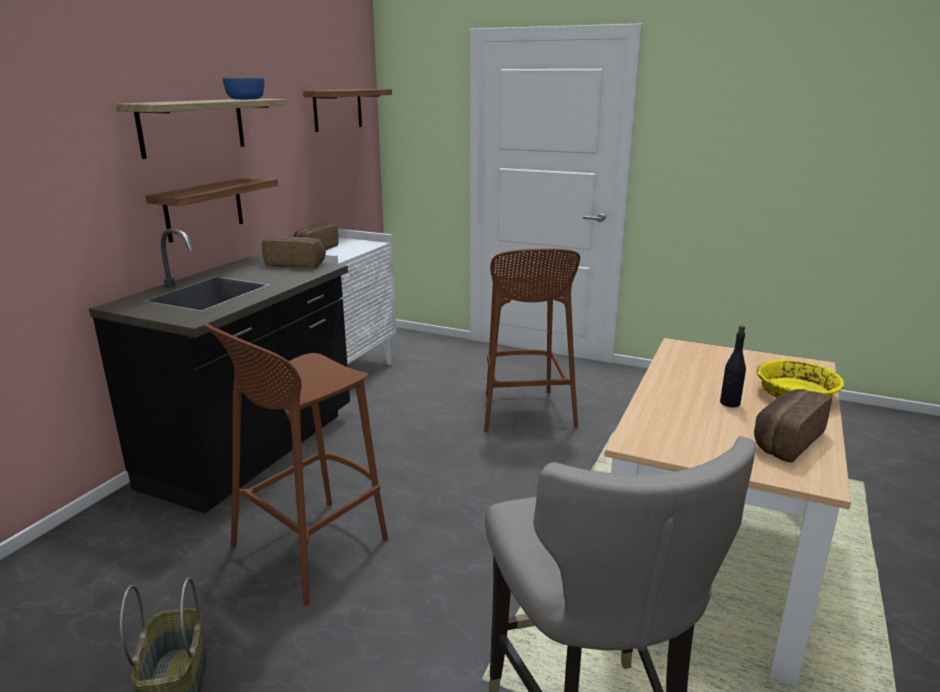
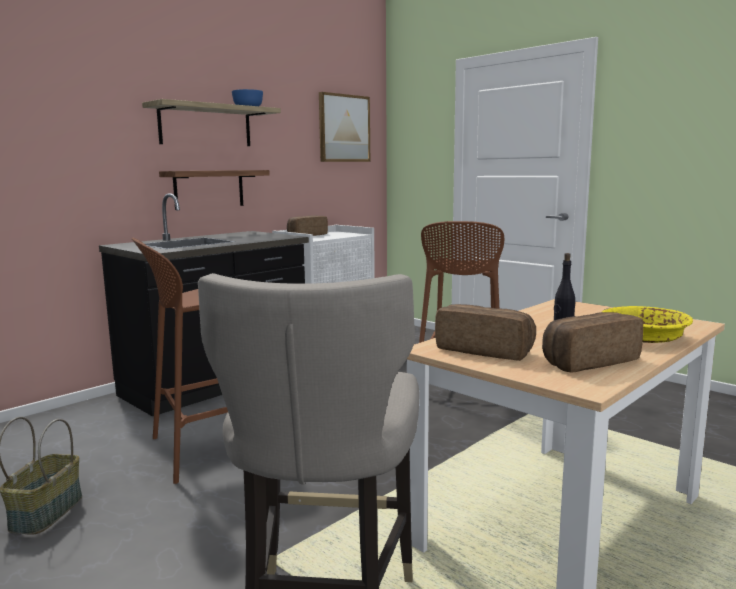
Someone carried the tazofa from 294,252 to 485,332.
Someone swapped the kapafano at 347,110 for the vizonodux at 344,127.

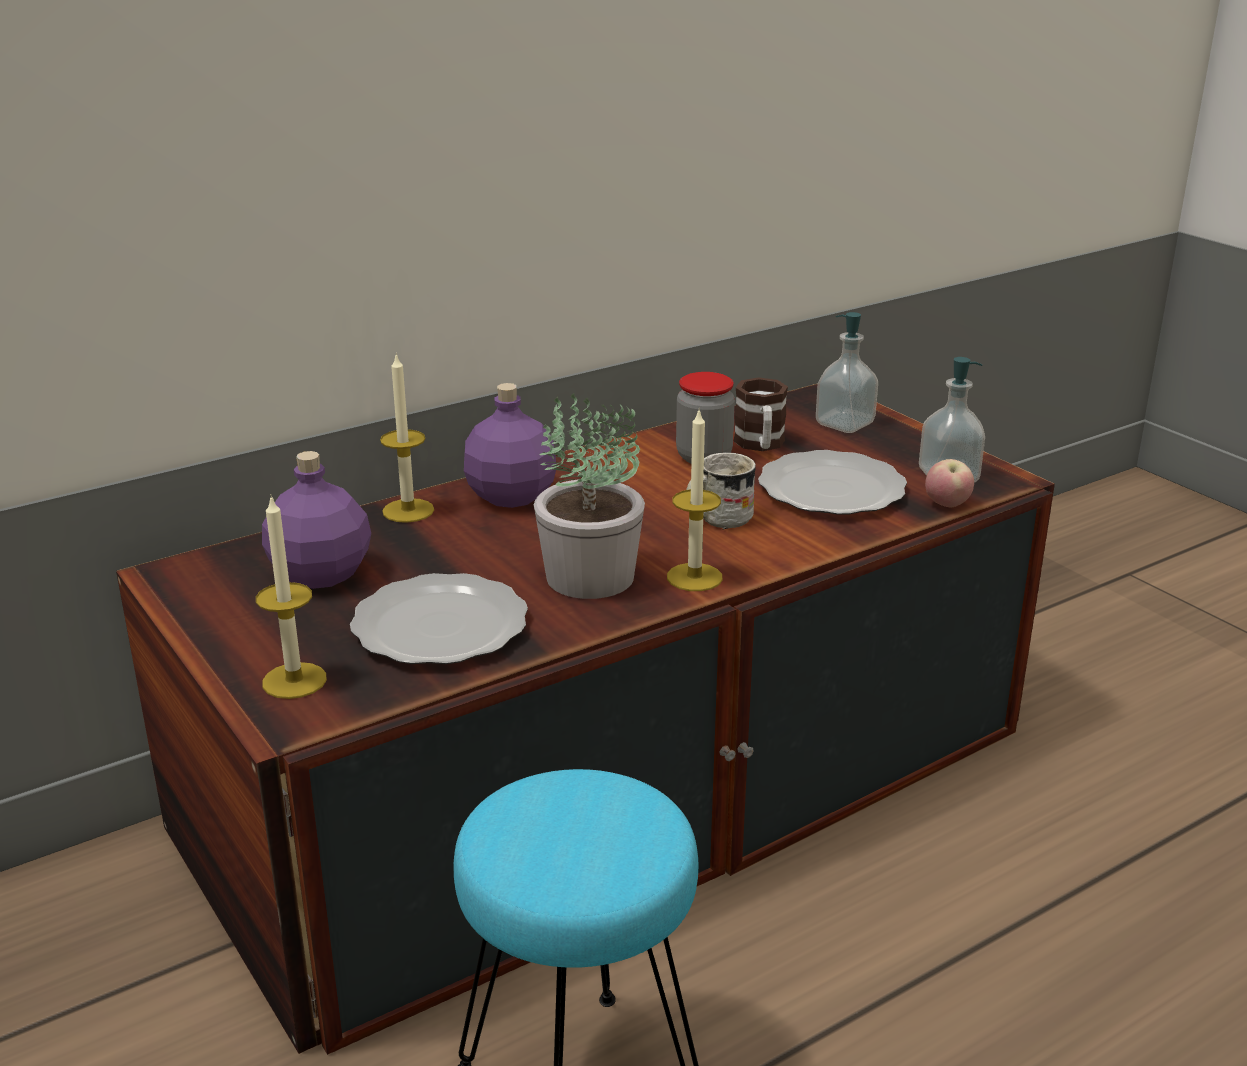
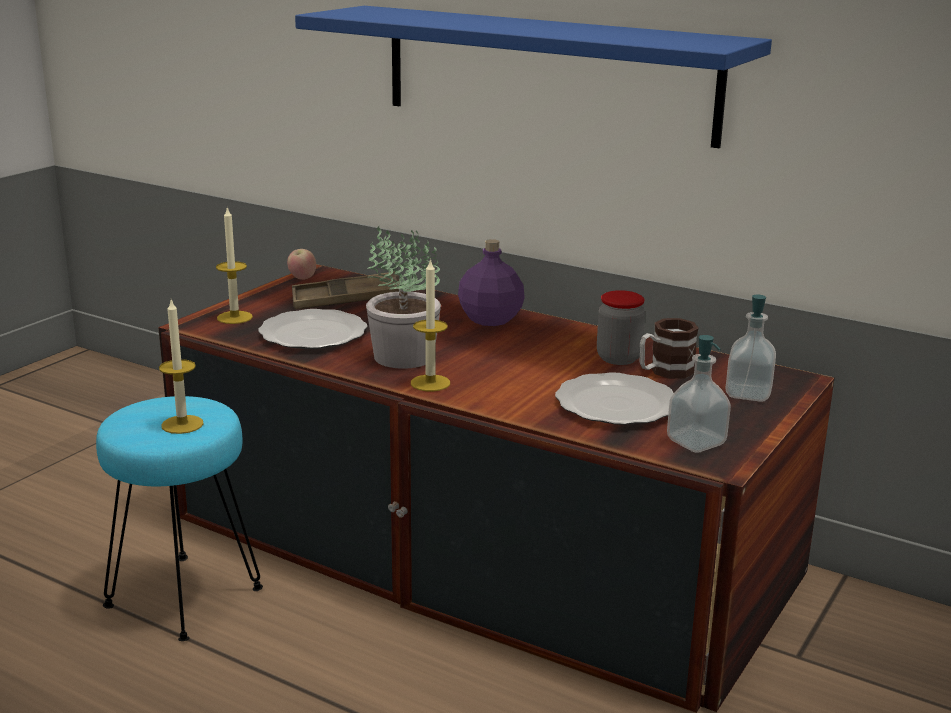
Someone took away the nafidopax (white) at 721,490.
Someone put up the kapafano (blue) at 533,77.
Someone carried the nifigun from 407,438 to 181,366.
Someone carried the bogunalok from 949,483 to 301,264.
Someone swapped the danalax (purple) at 316,520 for the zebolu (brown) at 346,290.

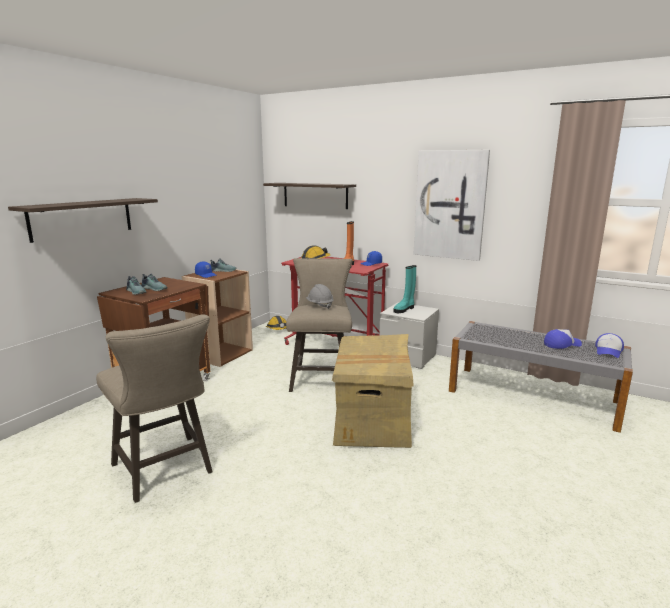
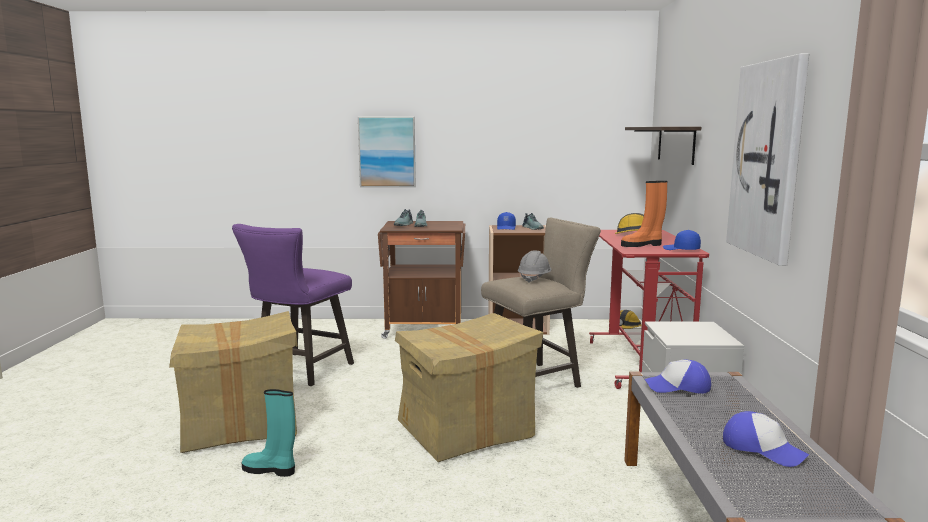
Someone put down the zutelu at 233,382.
Someone carried the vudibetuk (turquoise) from 405,289 to 268,433.
Someone carried the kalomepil from 609,345 to 677,377.
Someone swapped the kapafano at 83,220 for the vizonodux at 387,151.
Someone repainted the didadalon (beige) at 154,408, which became the didadalon (purple) at 293,305.

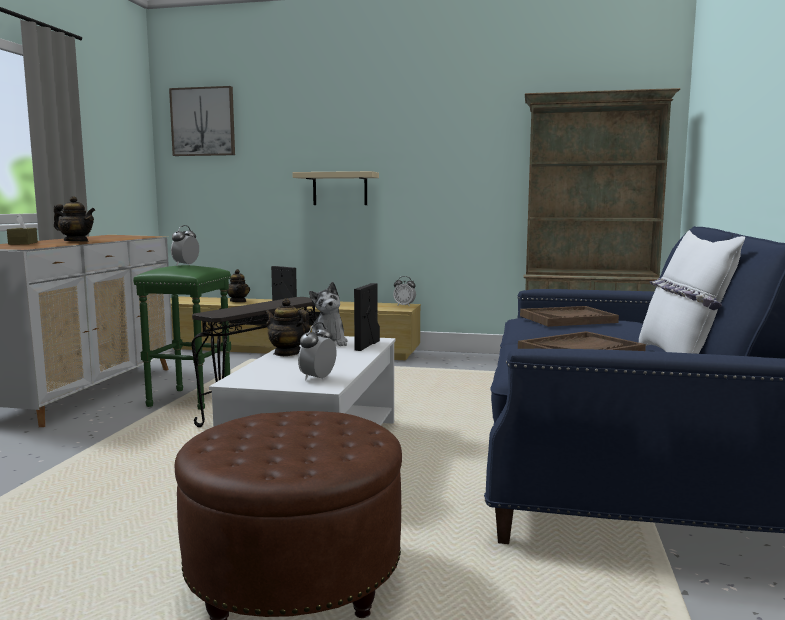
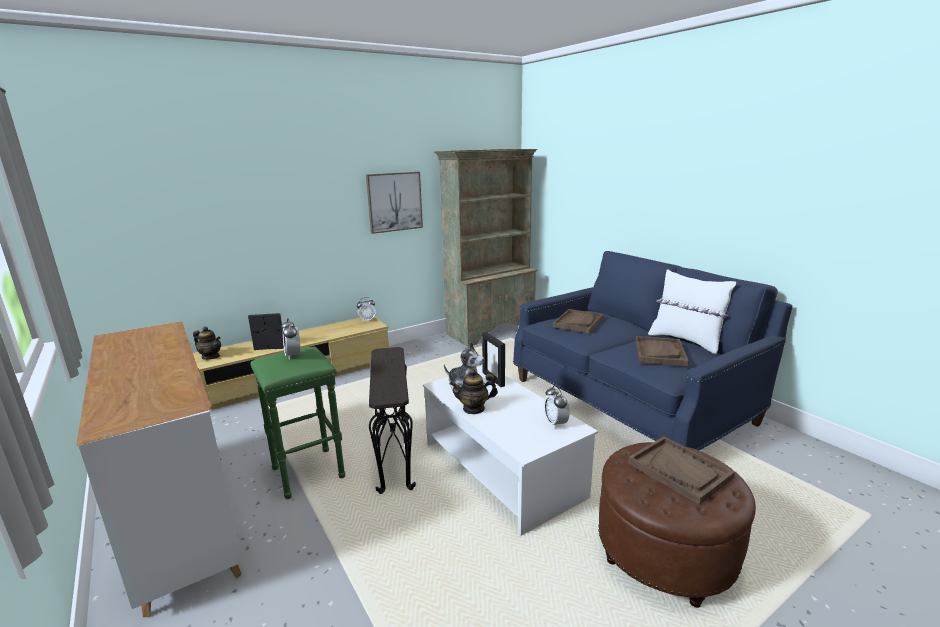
Someone took away the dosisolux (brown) at 22,229.
Someone took away the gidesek at 74,218.
Someone took away the kapafano (beige) at 335,188.
Someone put down the zebolu (brown) at 681,470.
Someone carried the vizonodux from 202,121 to 394,203.

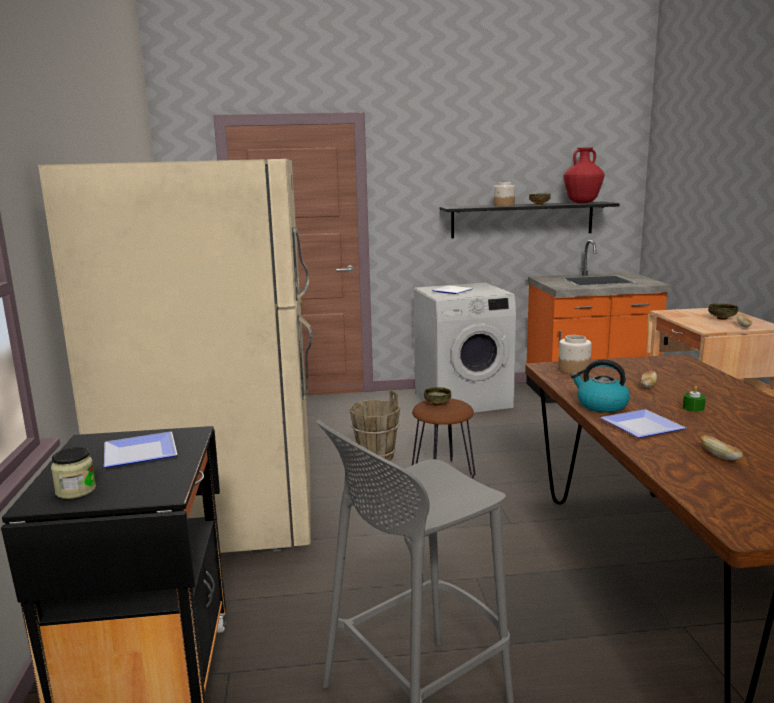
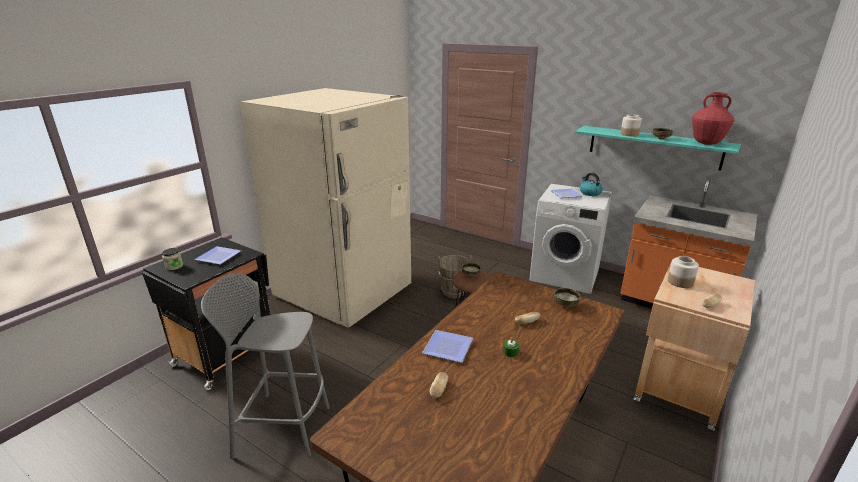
Someone carried the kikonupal from 575,354 to 683,272.
Someone carried the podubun from 600,386 to 591,184.
Someone carried the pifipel from 723,311 to 567,297.
Someone repainted the kapafano (black) at 530,220, which became the kapafano (turquoise) at 658,148.

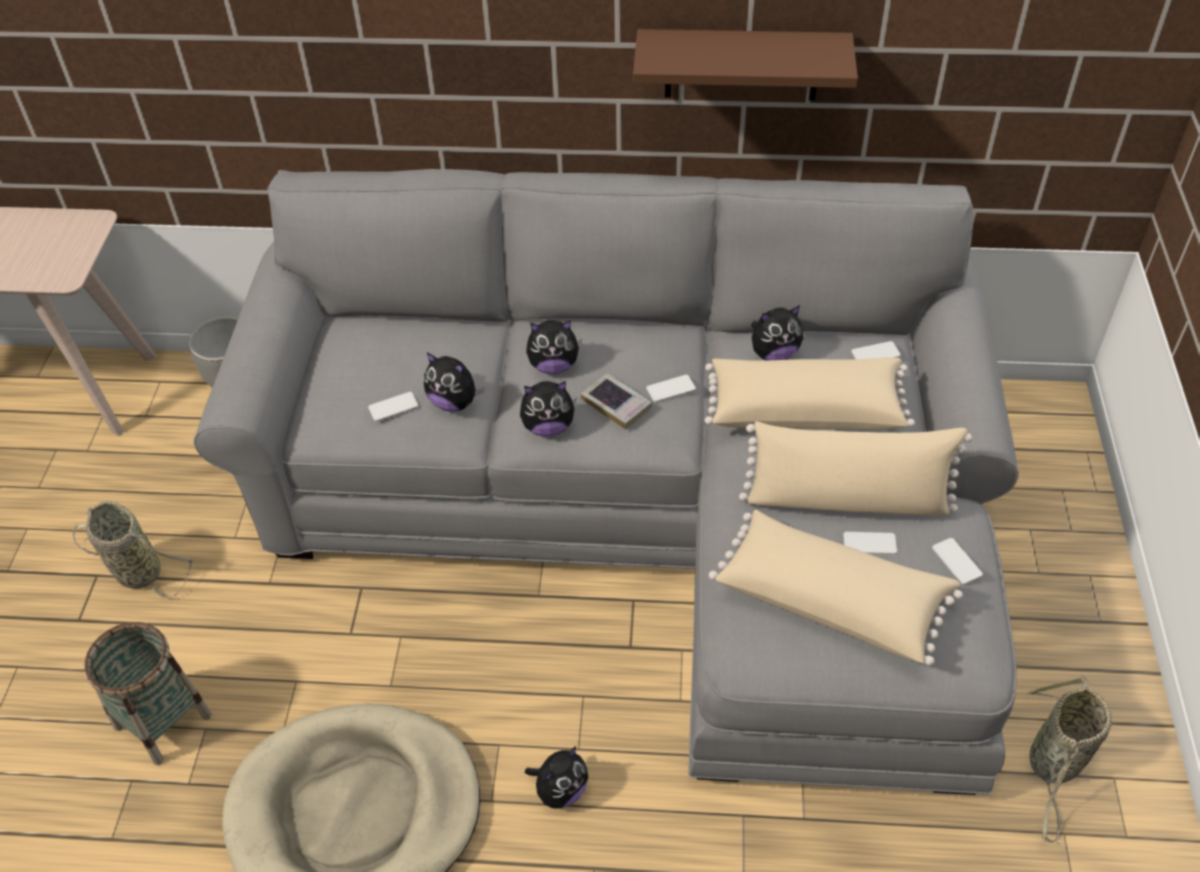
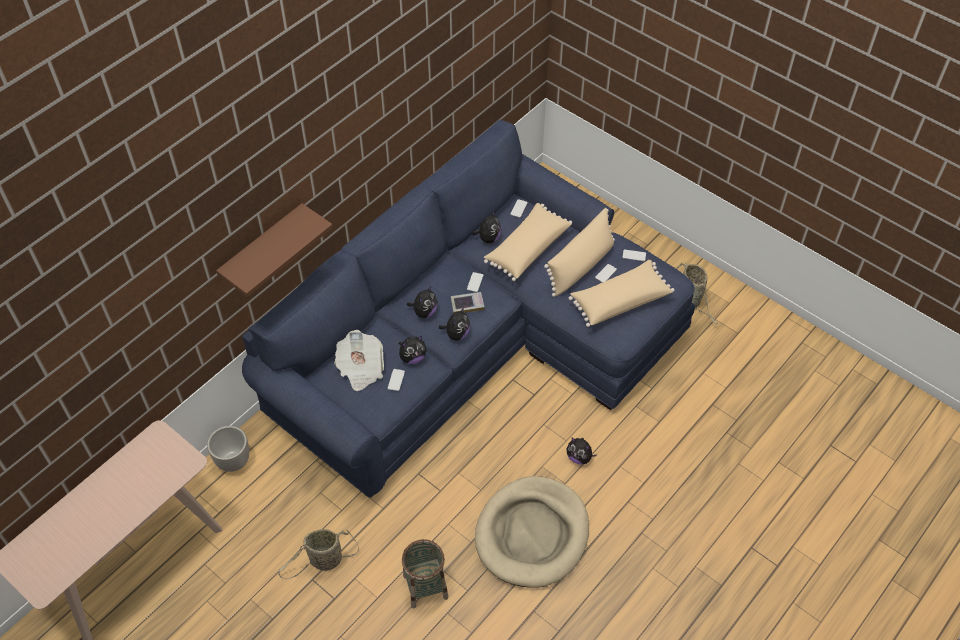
Someone put down the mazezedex at 359,360.
Someone carried the kapafano (brown) from 745,65 to 274,250.
Someone repainted the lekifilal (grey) at 606,482, which became the lekifilal (blue) at 468,308.
Someone rotated the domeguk at 556,777 by 135 degrees clockwise.

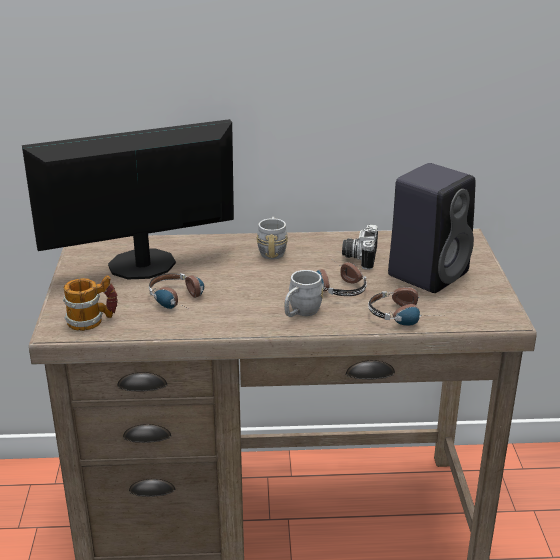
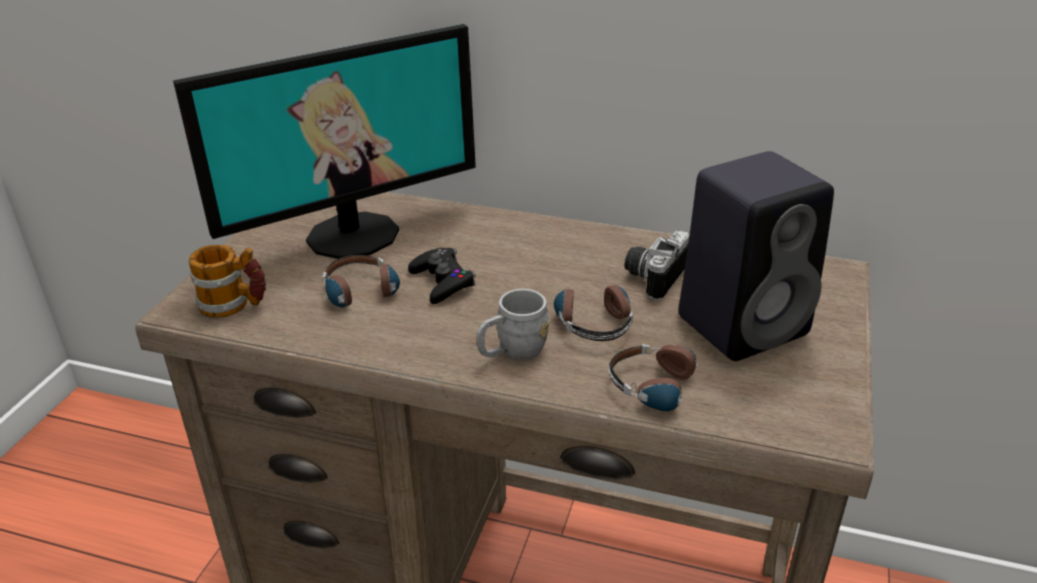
Someone took away the nafidopax (grey) at 272,238.
Someone put down the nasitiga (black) at 441,276.
Someone rotated the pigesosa at 128,199 by 150 degrees clockwise.

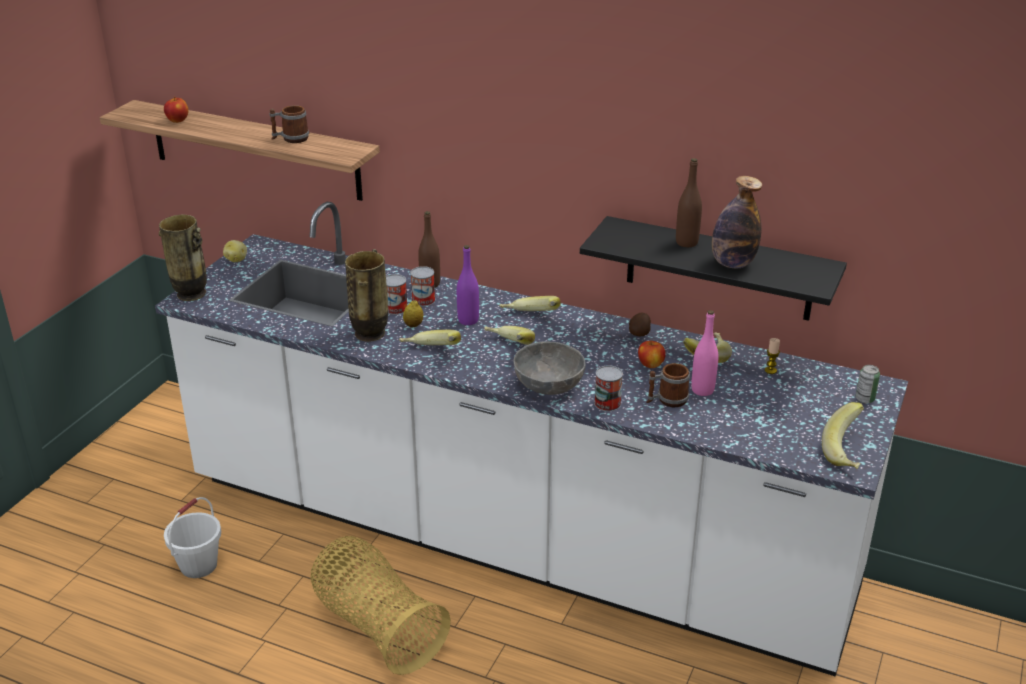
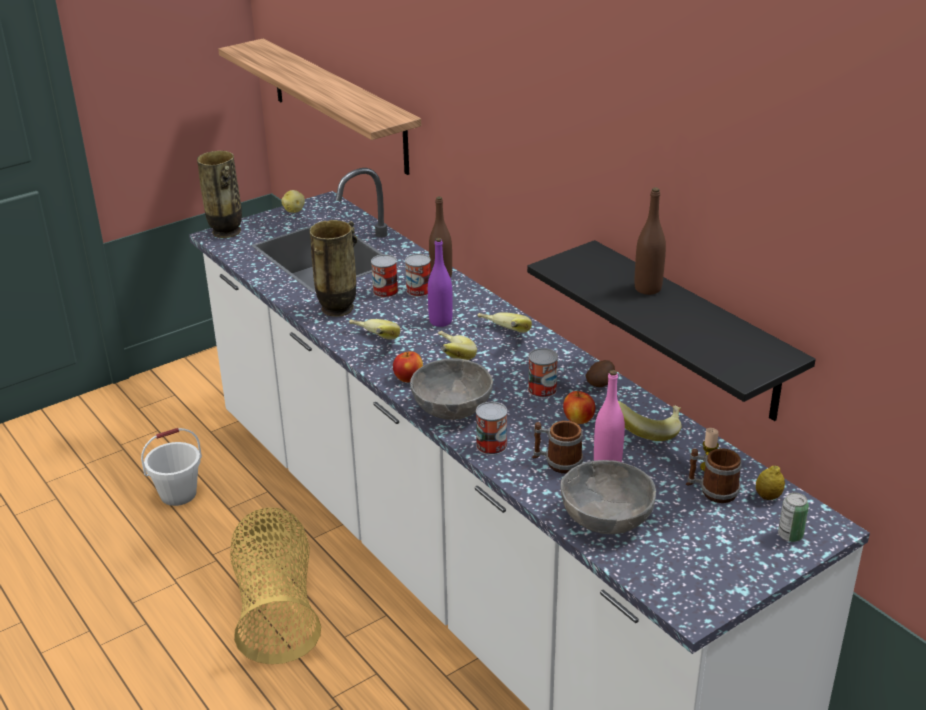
Someone took away the danalax at 737,222.
Someone took away the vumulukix at 843,435.
Someone put down the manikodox at 543,373.
Someone put down the pifipel (grey) at 608,497.
Someone carried the bogunalok from 176,110 to 408,366.
Someone carried the nafidopax from 289,124 to 714,475.
Someone carried the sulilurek from 413,314 to 770,482.

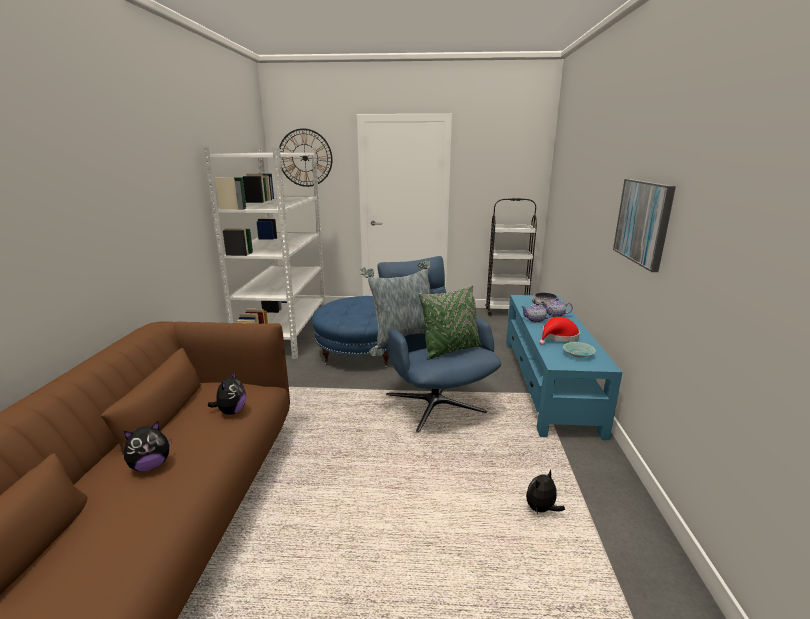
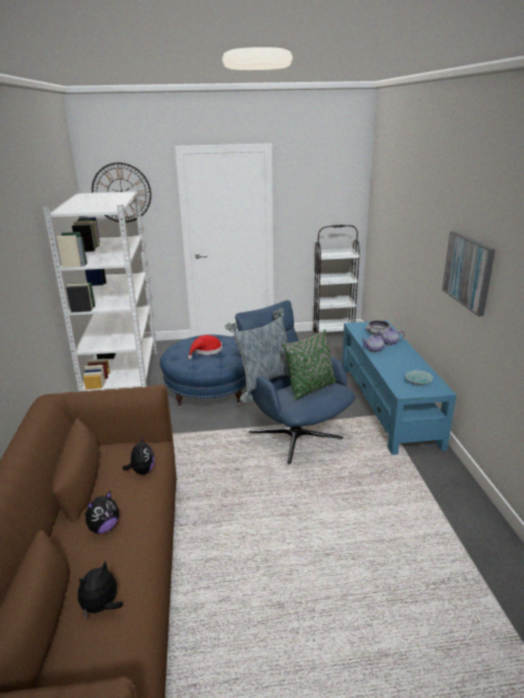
Someone carried the domeguk from 545,491 to 100,589.
Someone carried the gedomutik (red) from 559,331 to 205,347.

